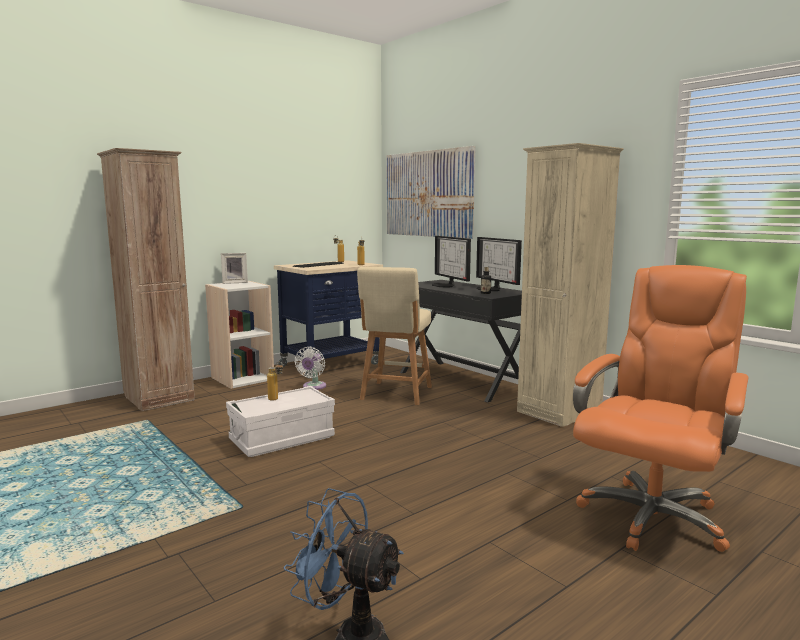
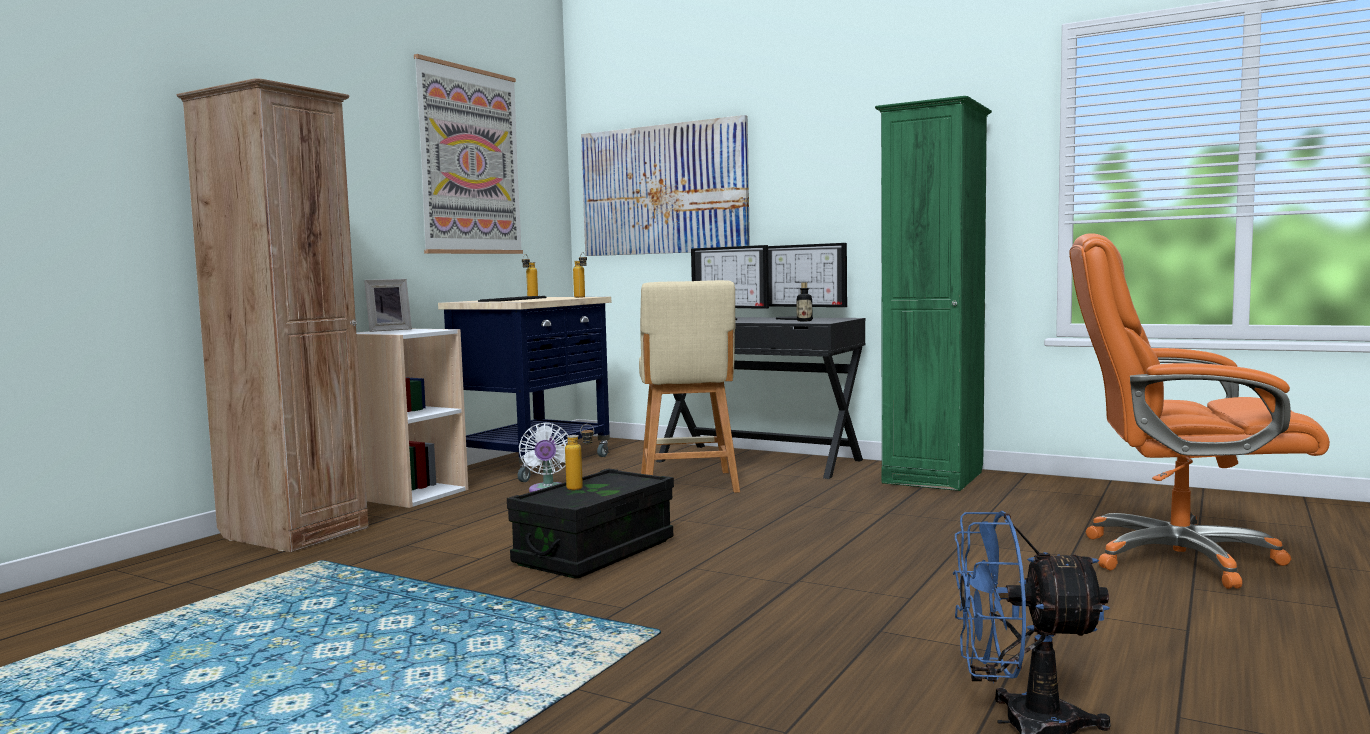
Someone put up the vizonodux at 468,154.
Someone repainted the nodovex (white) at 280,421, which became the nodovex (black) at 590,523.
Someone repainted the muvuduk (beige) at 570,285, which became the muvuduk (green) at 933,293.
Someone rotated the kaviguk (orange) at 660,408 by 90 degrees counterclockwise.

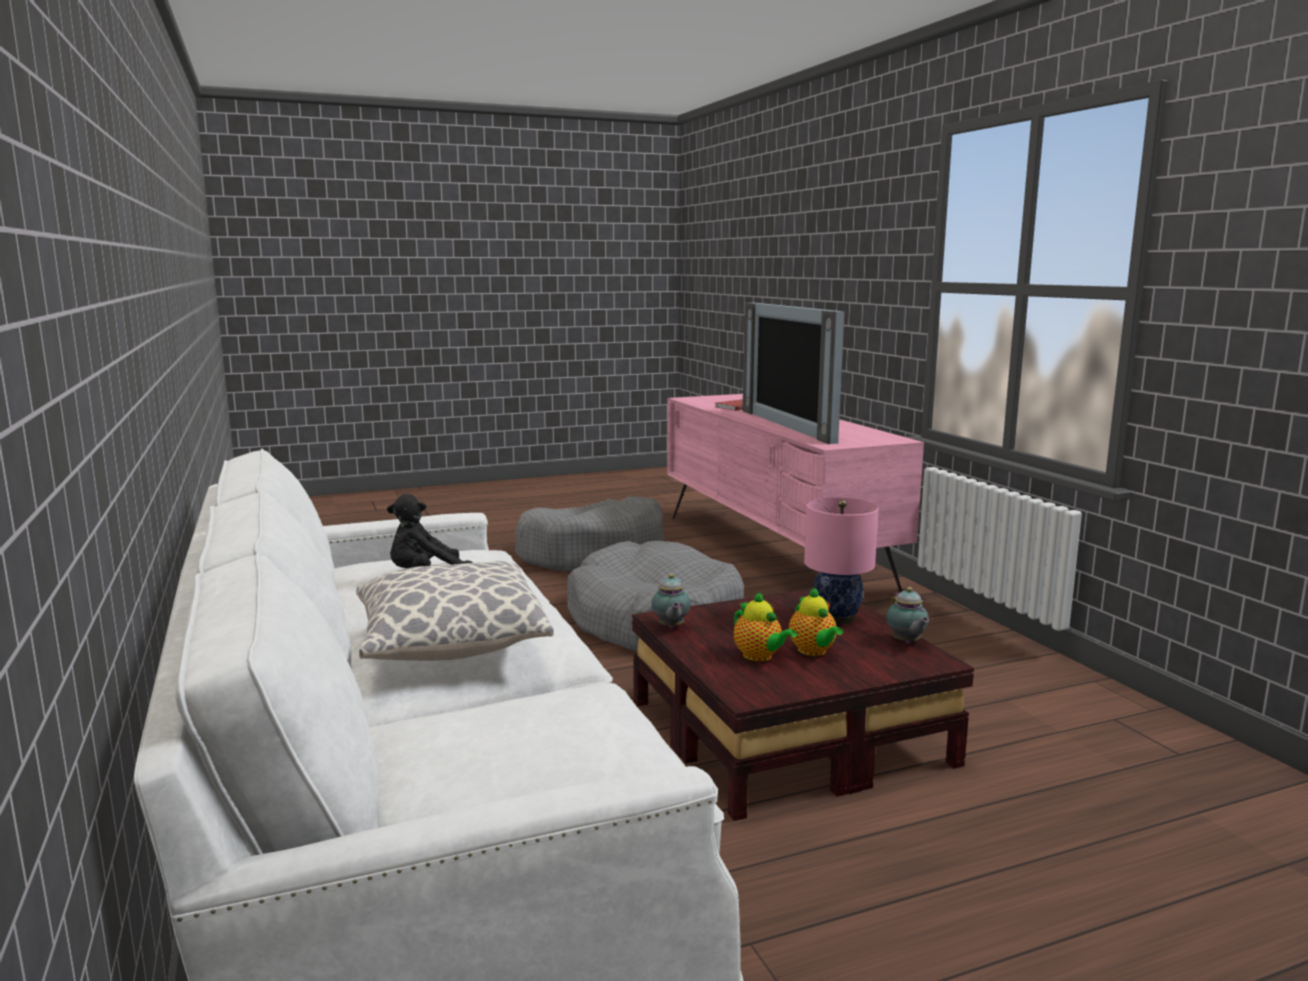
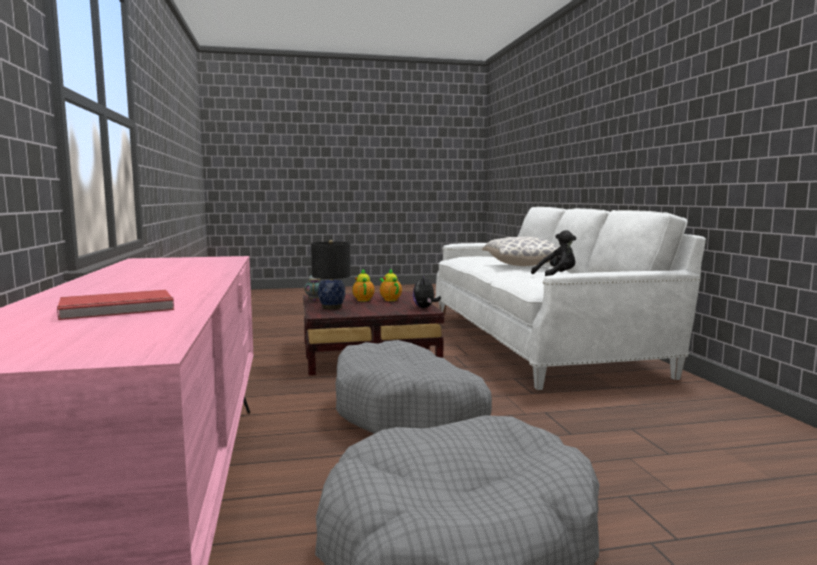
Someone took away the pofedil at 793,373.
Someone swapped the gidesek at 671,601 for the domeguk at 427,291.
Someone repainted the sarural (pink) at 841,561, which became the sarural (black) at 331,274.

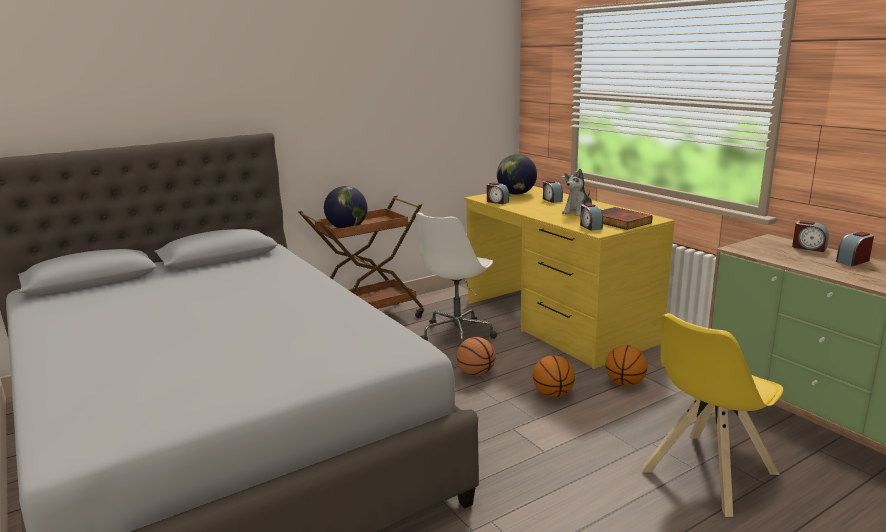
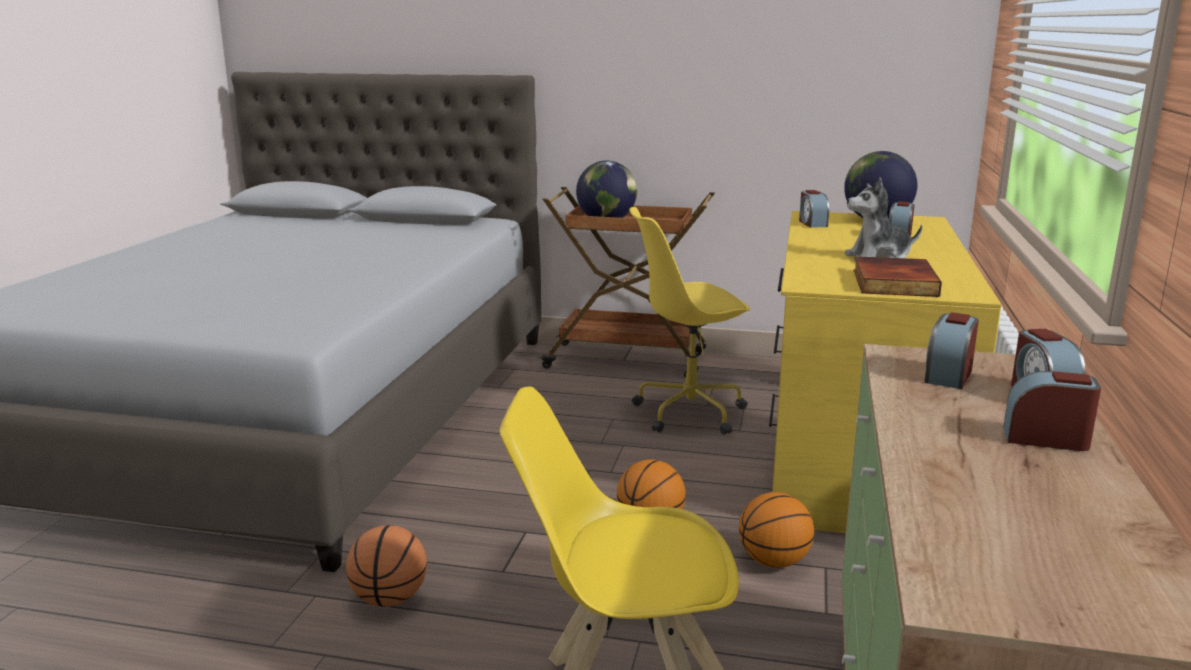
Someone carried the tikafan from 476,356 to 386,566.
Someone carried the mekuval from 591,217 to 951,350.
Someone repainted the kaviguk (white) at 456,277, which became the kaviguk (yellow) at 690,321.

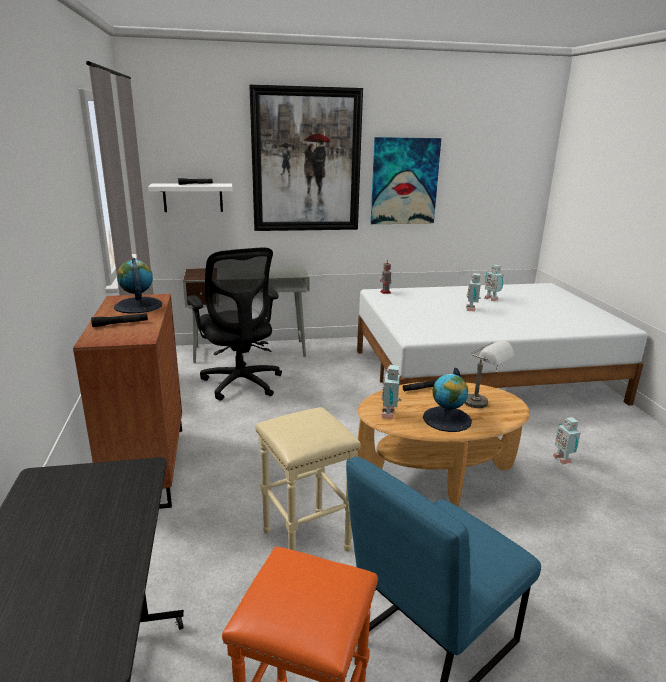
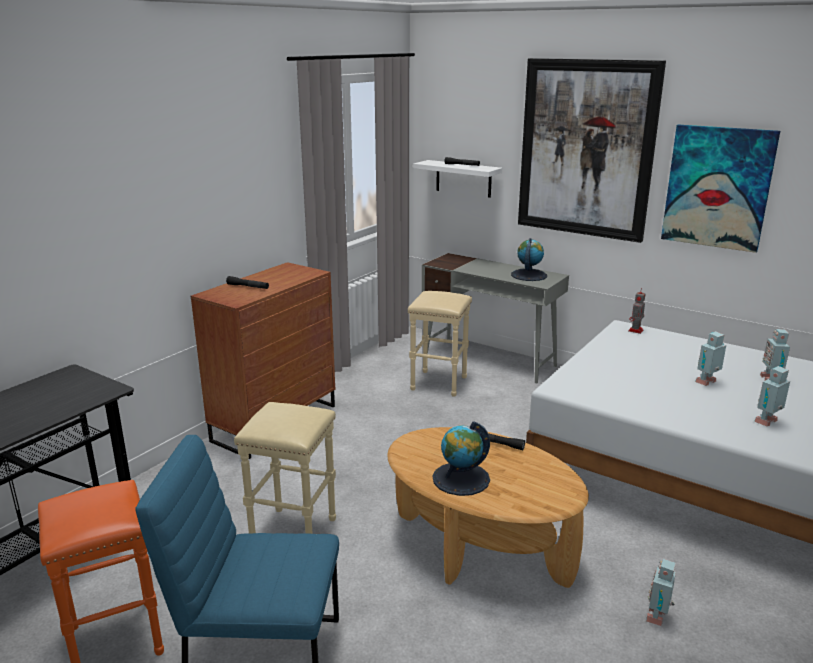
Someone took away the sarural (grey) at 489,374.
Someone carried the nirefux from 138,286 to 529,259.
Someone carried the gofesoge from 391,392 to 772,396.
Someone swapped the kaviguk (black) at 234,324 for the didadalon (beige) at 440,344.

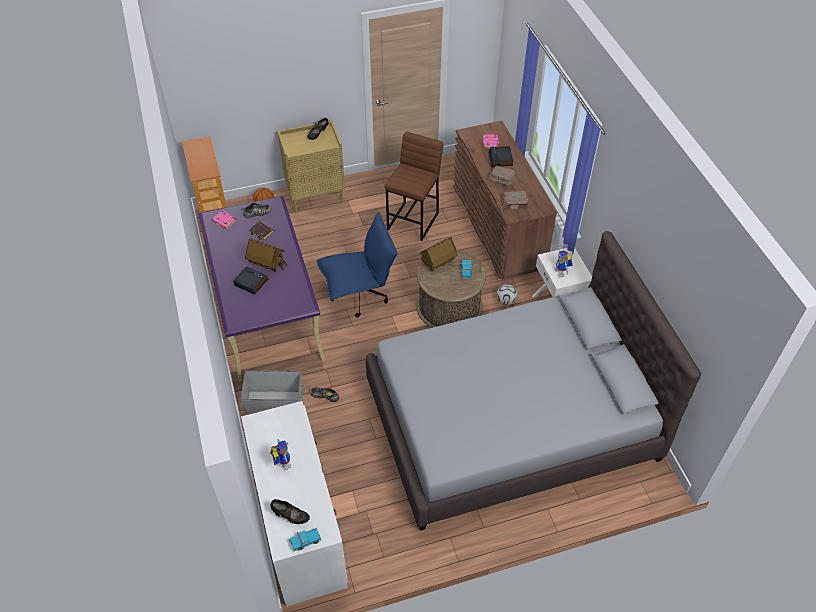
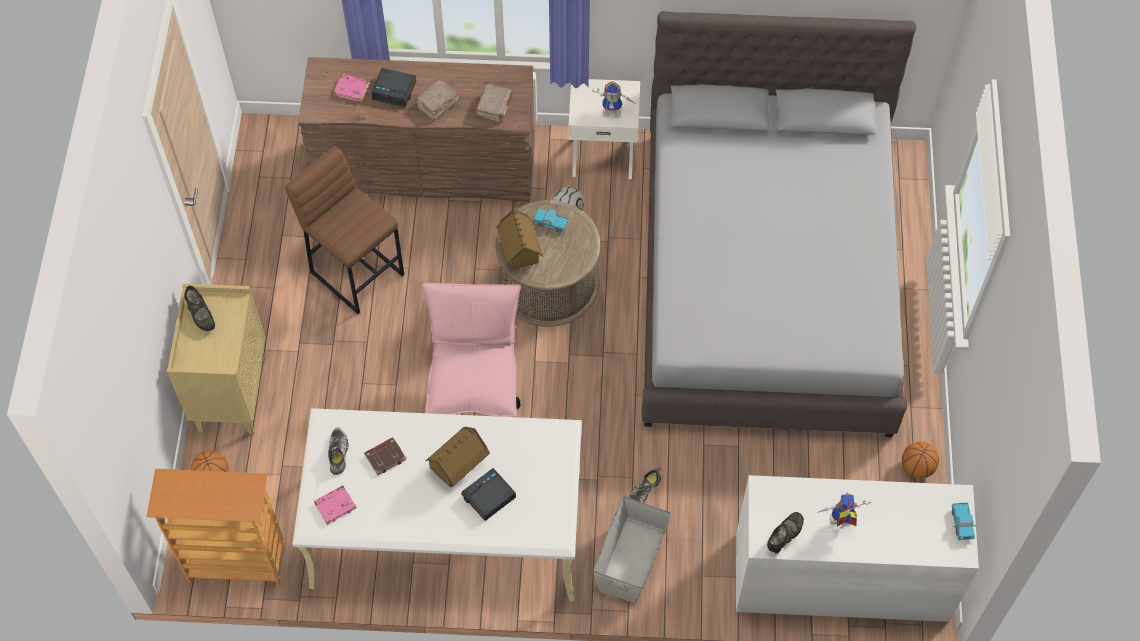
Someone put down the tikafan at 920,460.
Someone carried the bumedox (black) from 290,511 to 785,532.
Someone repainted the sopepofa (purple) at 261,288, which became the sopepofa (white) at 437,504.
Someone repainted the kaviguk (blue) at 357,265, which became the kaviguk (pink) at 472,350.

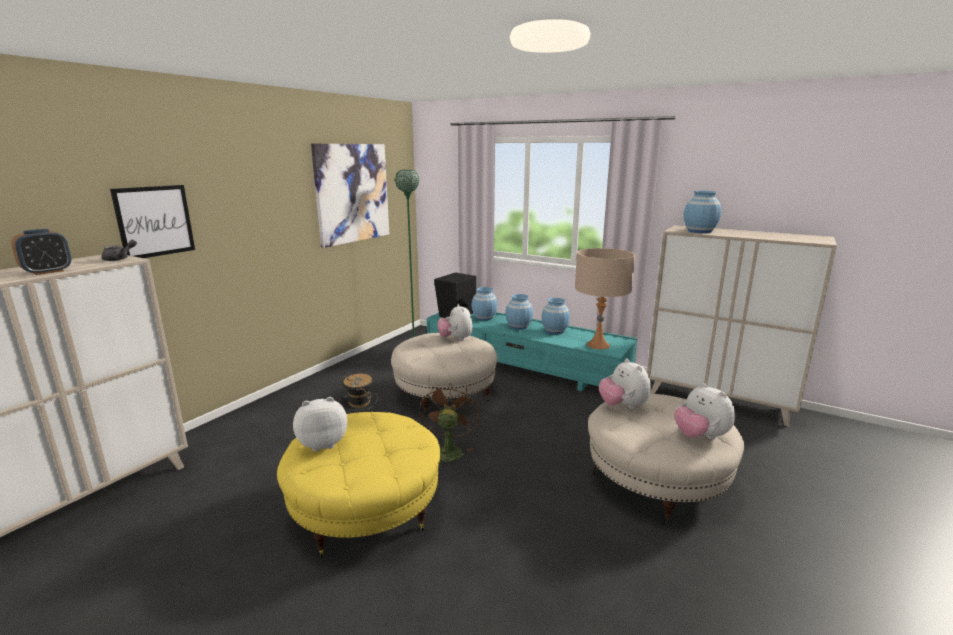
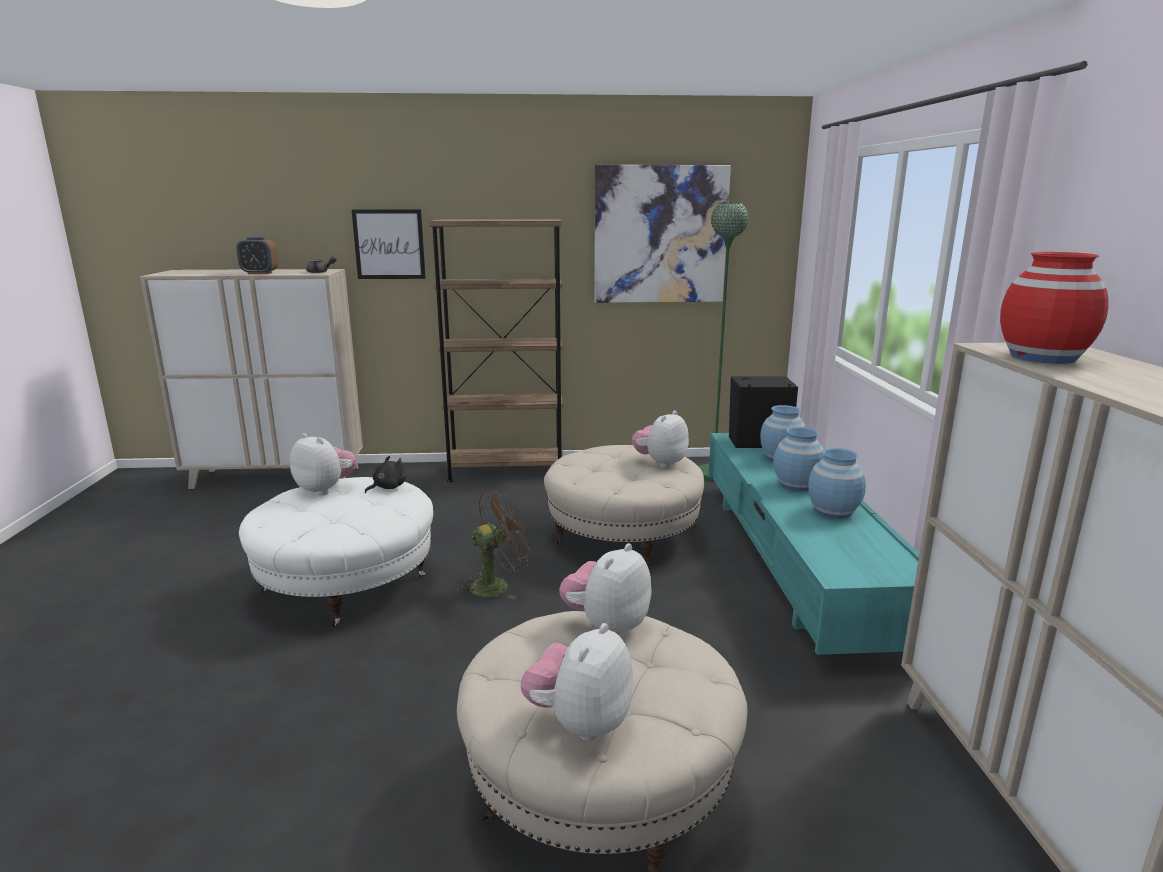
Someone took away the sarural (beige) at 605,299.
Someone put down the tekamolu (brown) at 496,350.
Someone swapped the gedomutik at 359,393 for the domeguk (black) at 385,474.
Someone repainted the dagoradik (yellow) at 358,485, which became the dagoradik (white) at 336,552.
Someone repainted the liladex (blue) at 703,212, which became the liladex (red) at 1054,308.

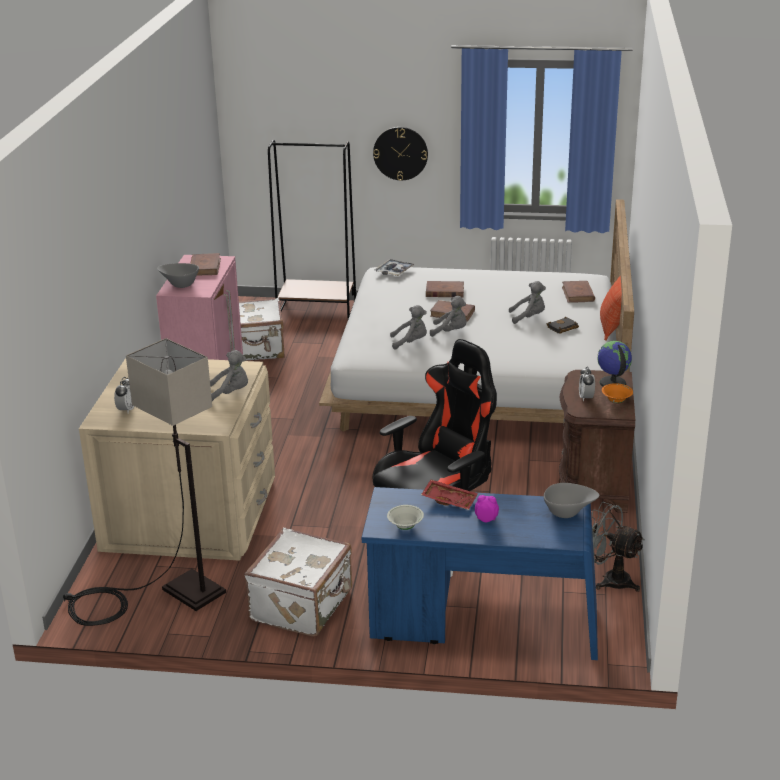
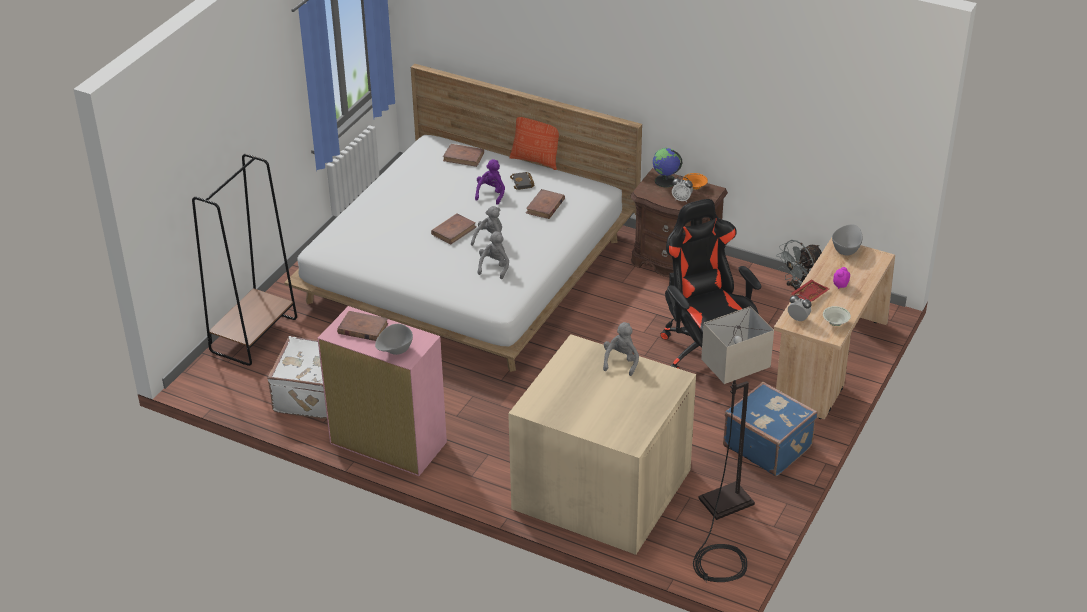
Someone took away the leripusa at 400,154.
Someone took away the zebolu at 394,267.
Someone carried the mekuval from 124,395 to 800,307.
Someone carried the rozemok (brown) from 445,289 to 545,204.
Someone repainted the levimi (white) at 298,582, which became the levimi (blue) at 770,429.
Someone repainted the sopepofa (blue) at 480,573, which became the sopepofa (beige) at 834,328.
Someone repainted the domeguk (grey) at 527,302, which became the domeguk (purple) at 490,182.

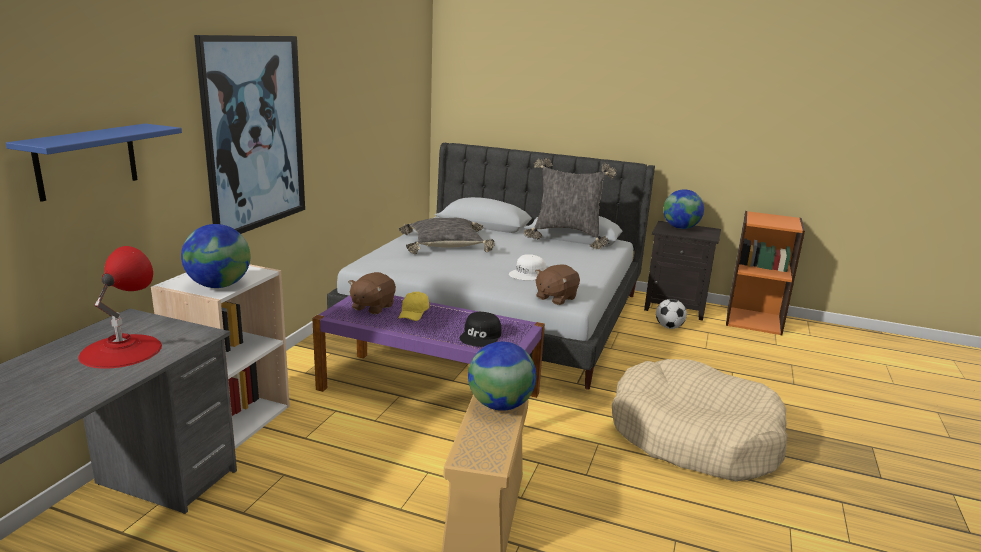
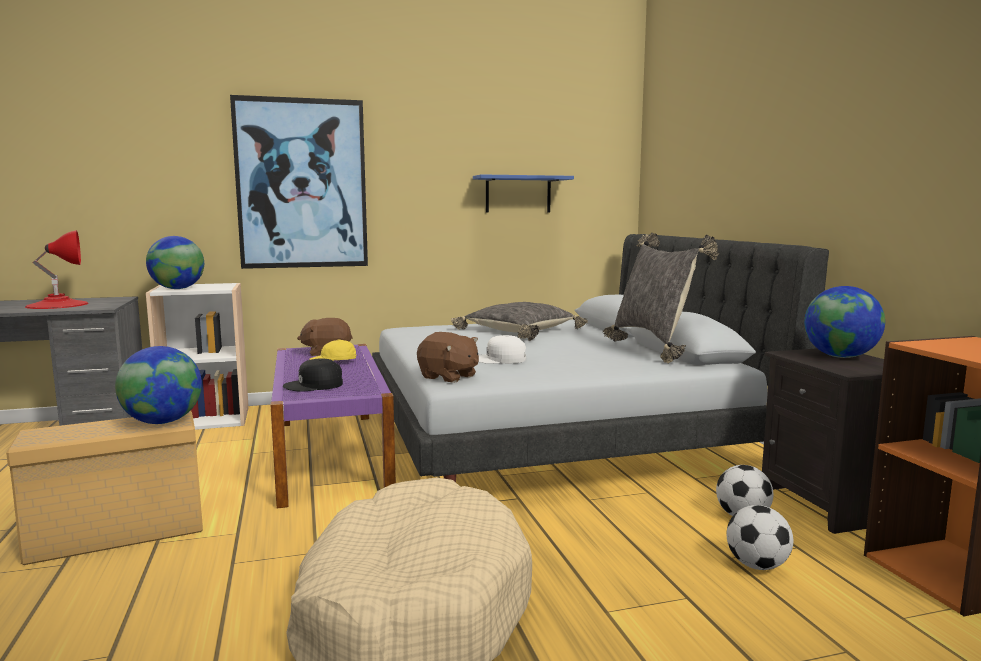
Someone put down the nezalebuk at 759,537.
Someone carried the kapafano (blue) from 94,163 to 523,193.
Someone rotated the domeguk (brown) at 557,284 by 150 degrees counterclockwise.

